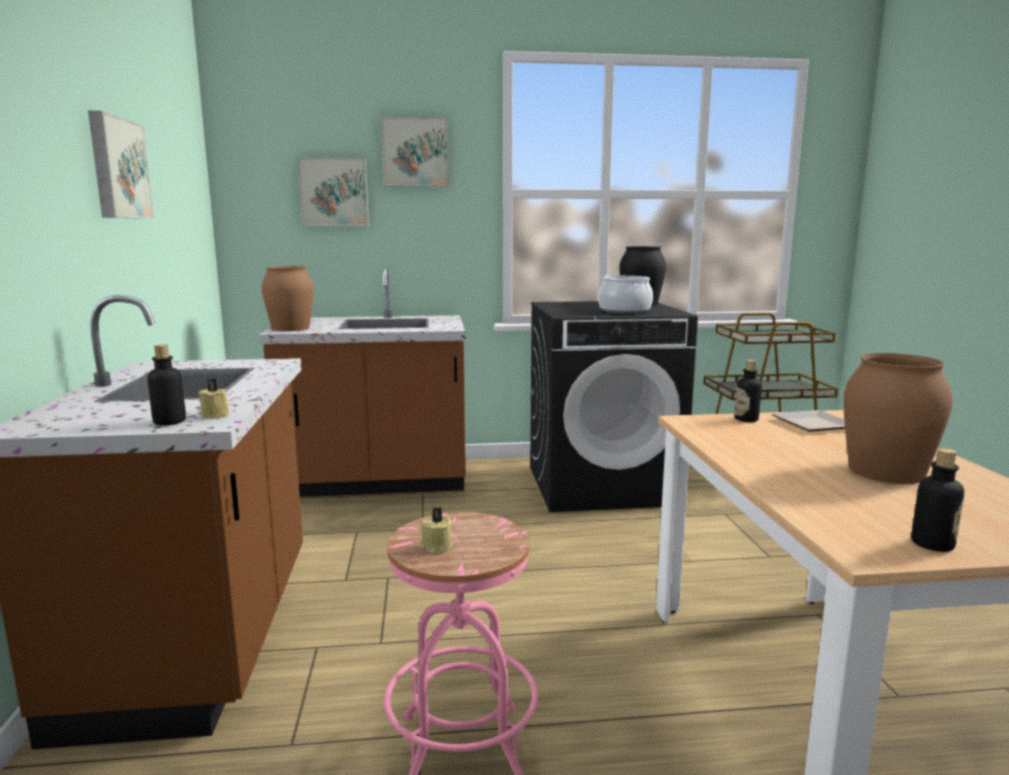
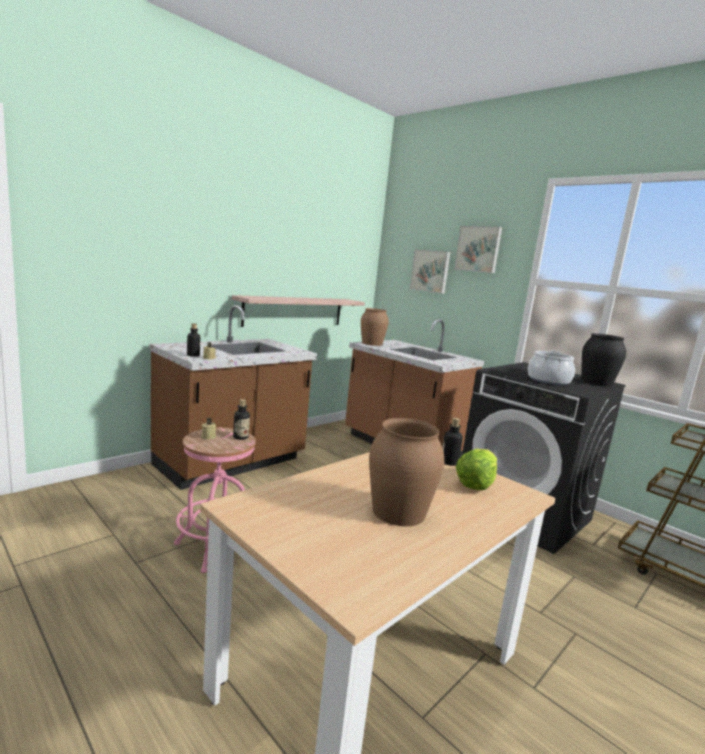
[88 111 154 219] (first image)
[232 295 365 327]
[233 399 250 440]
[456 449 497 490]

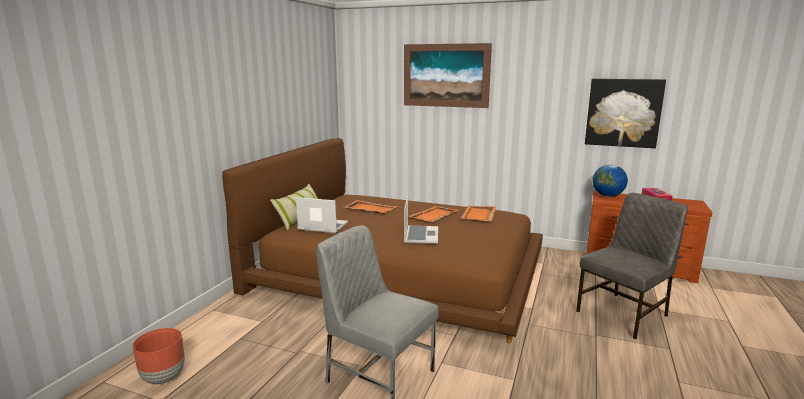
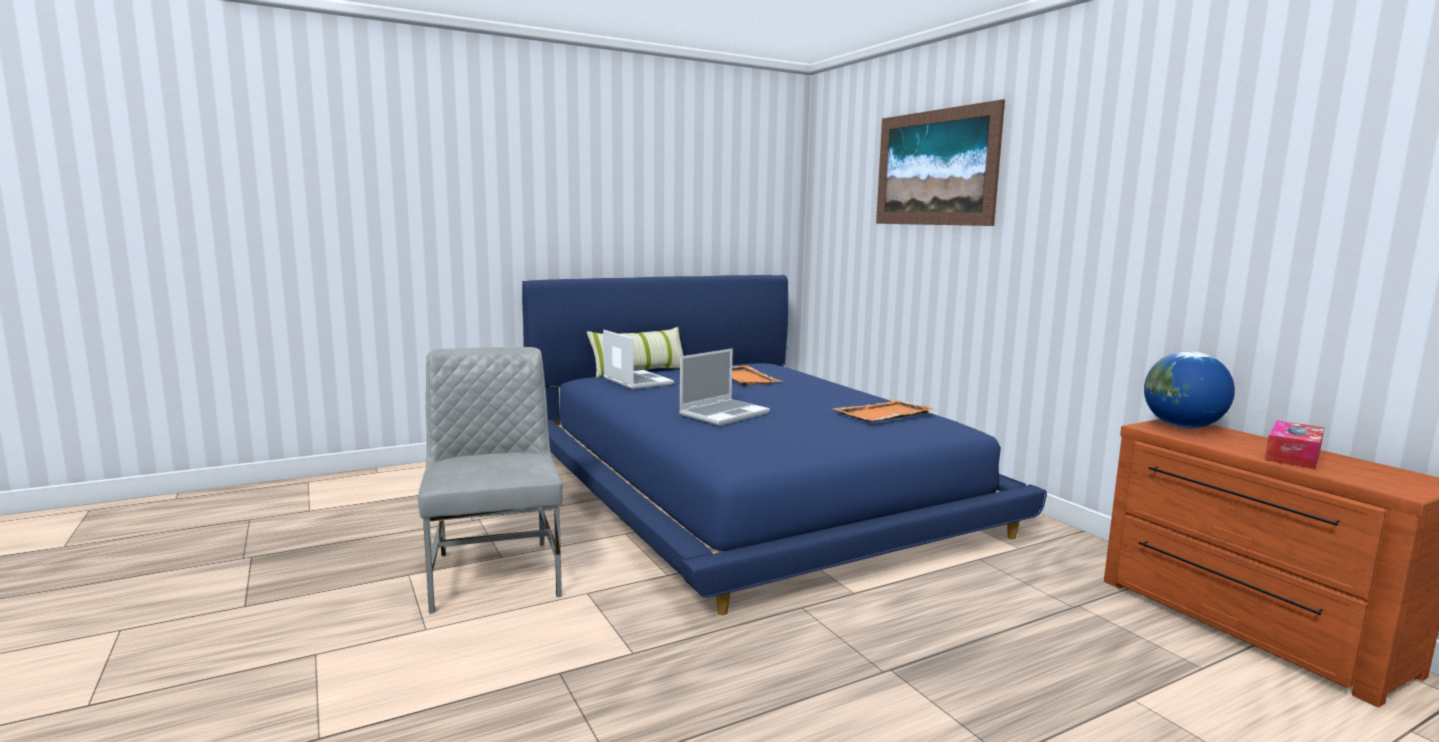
[132 328 185 384] (first image)
[409 206 459 222] (first image)
[576 193 688 339] (first image)
[585 79 666 148] (first image)
[522 275 1047 615]

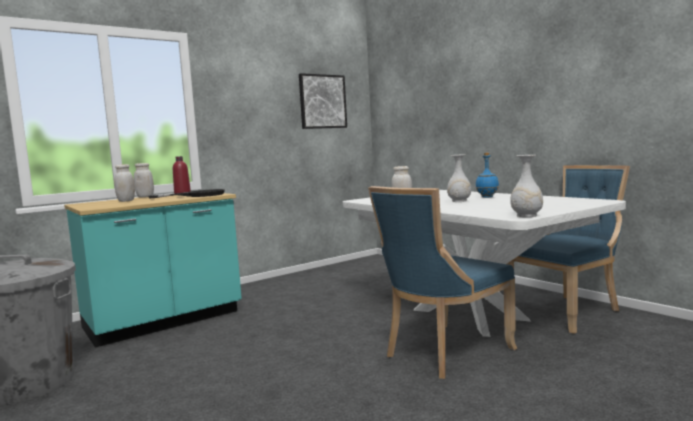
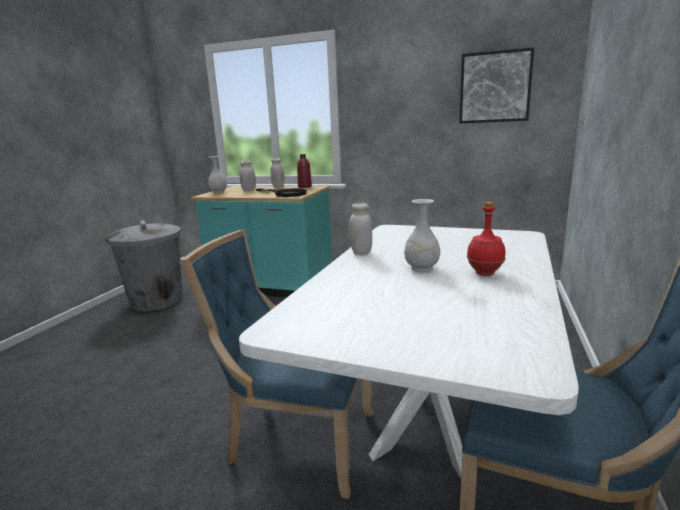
[208 156 227 193]
[467 202 506 276]

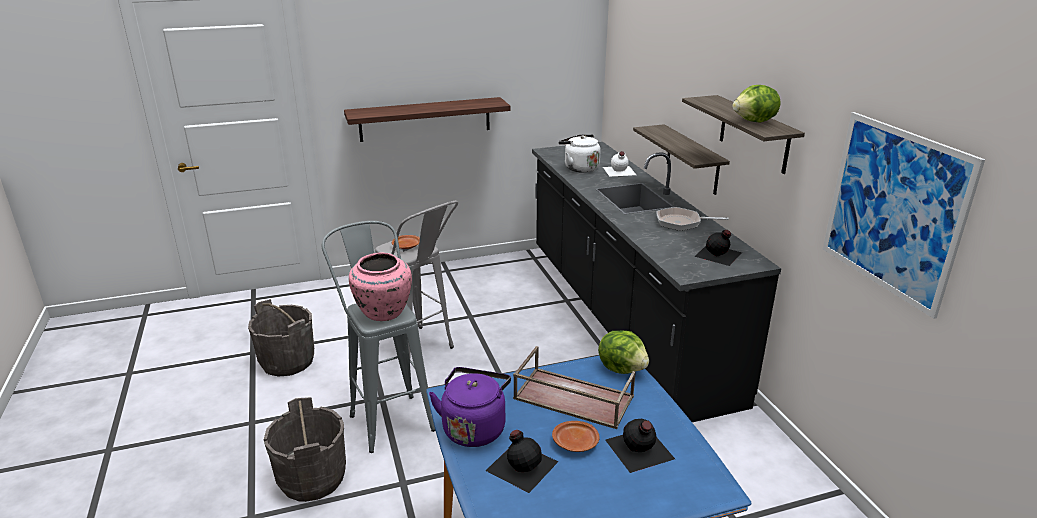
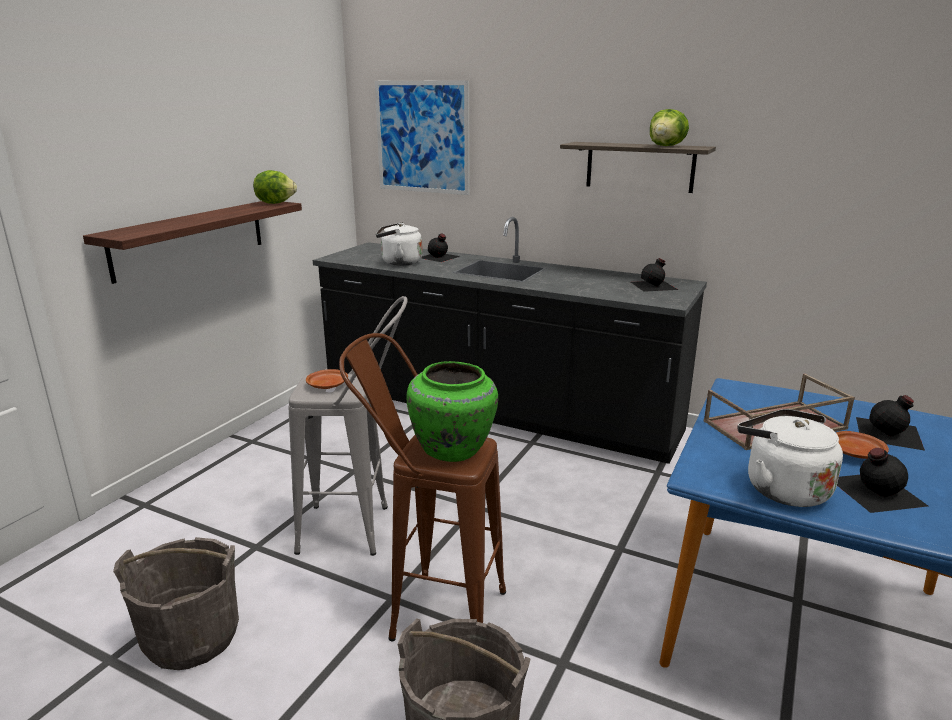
[633 124 730 195] (first image)
[656 207 728 231] (first image)
[253 170 297 204]
[375 80 469 195]
[339 333 506 641]
[406 361 498 462]
[738 409 843 507]
[421 234 461 262]

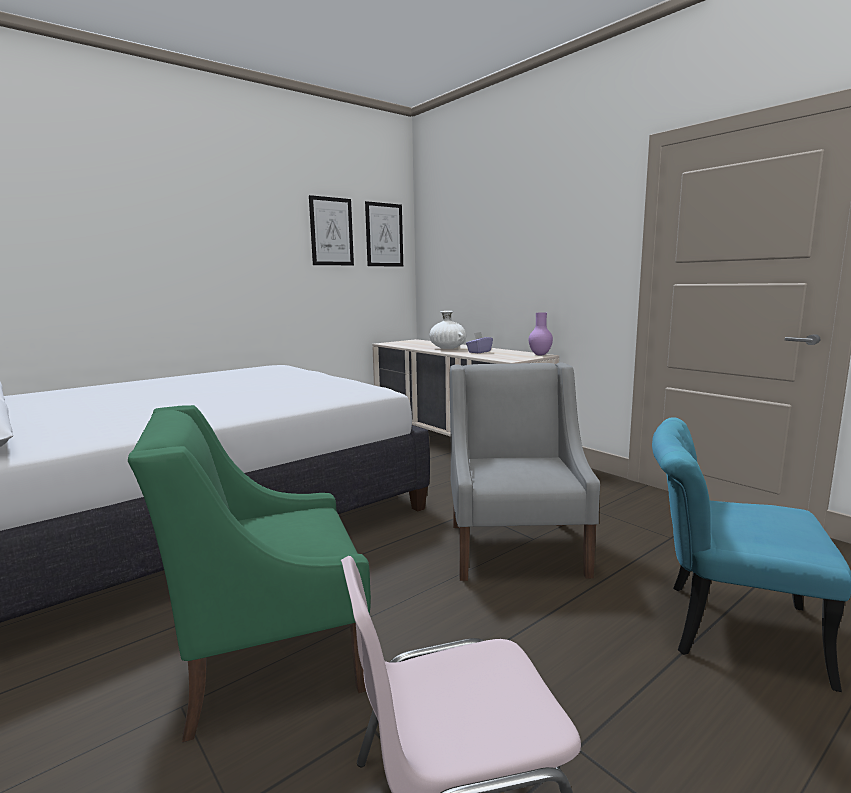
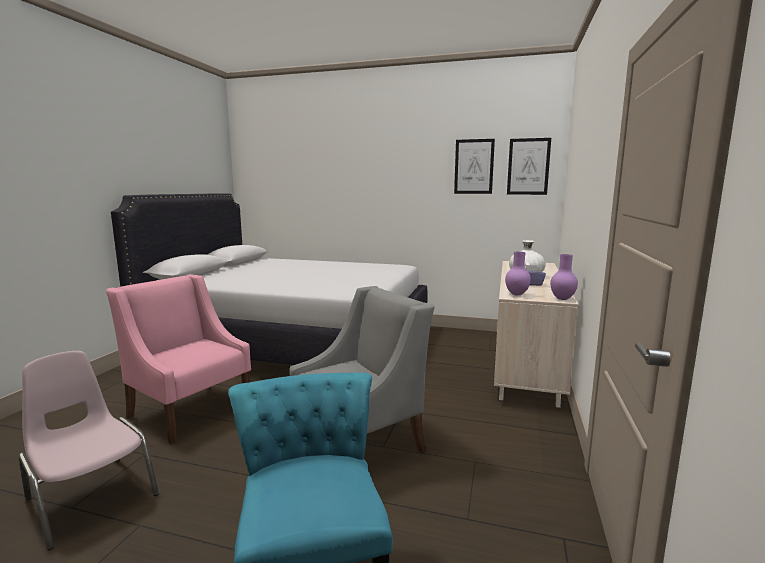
[505 252 531 296]
[106 274 251 444]

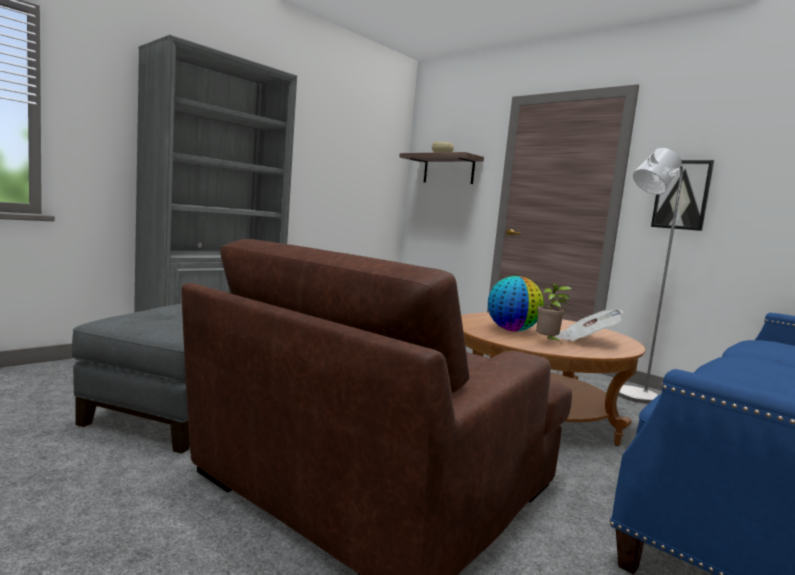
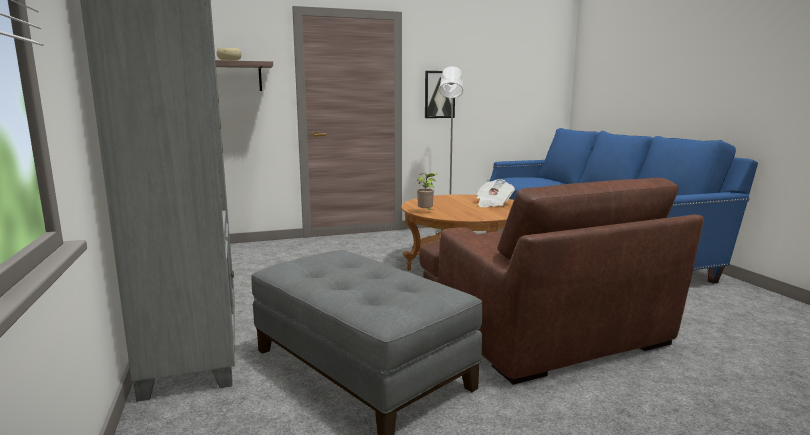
[488 276 544 331] (first image)
[417 173 437 211]

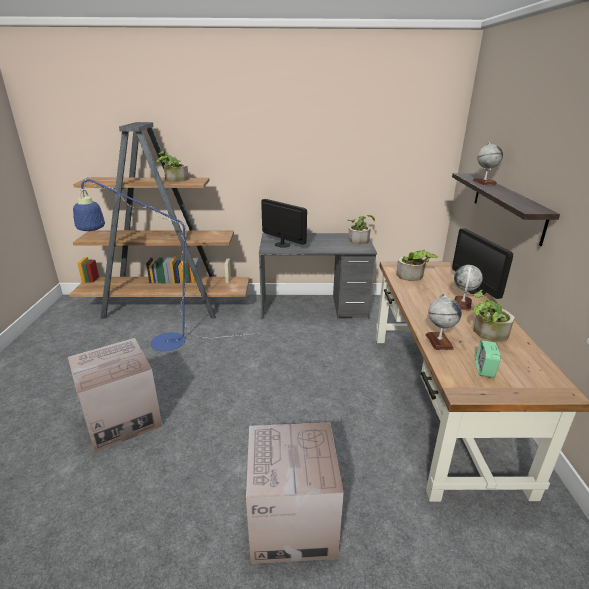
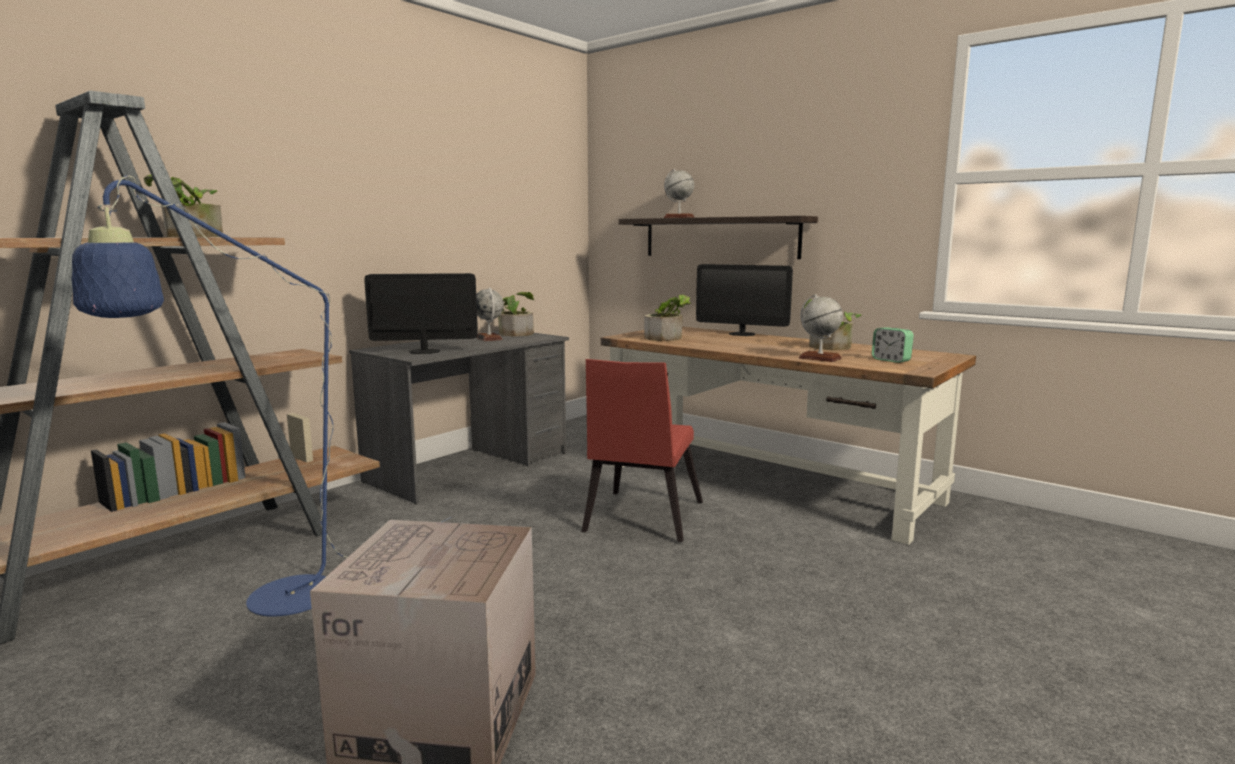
[246 422 344 564] (first image)
[581 359 703 542]
[476 288 504 341]

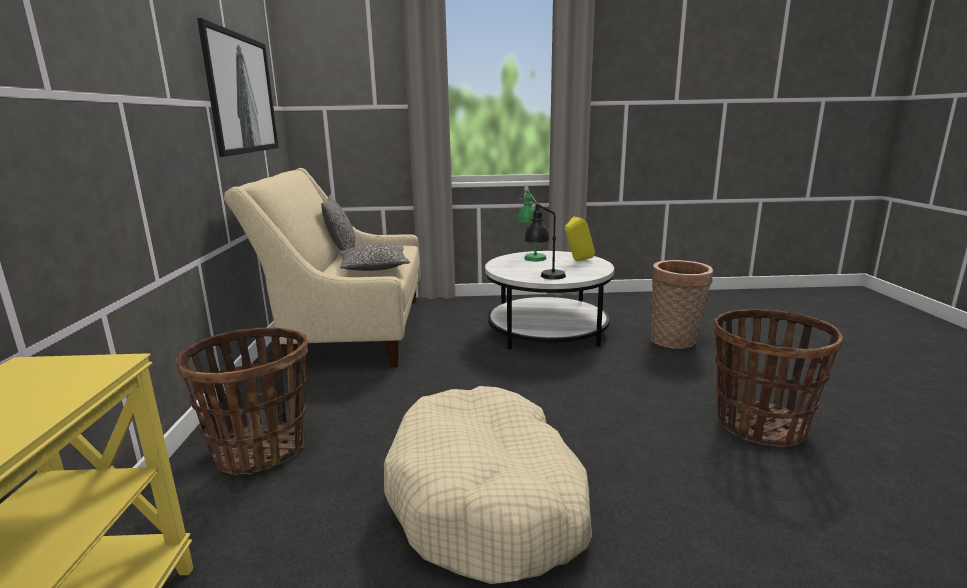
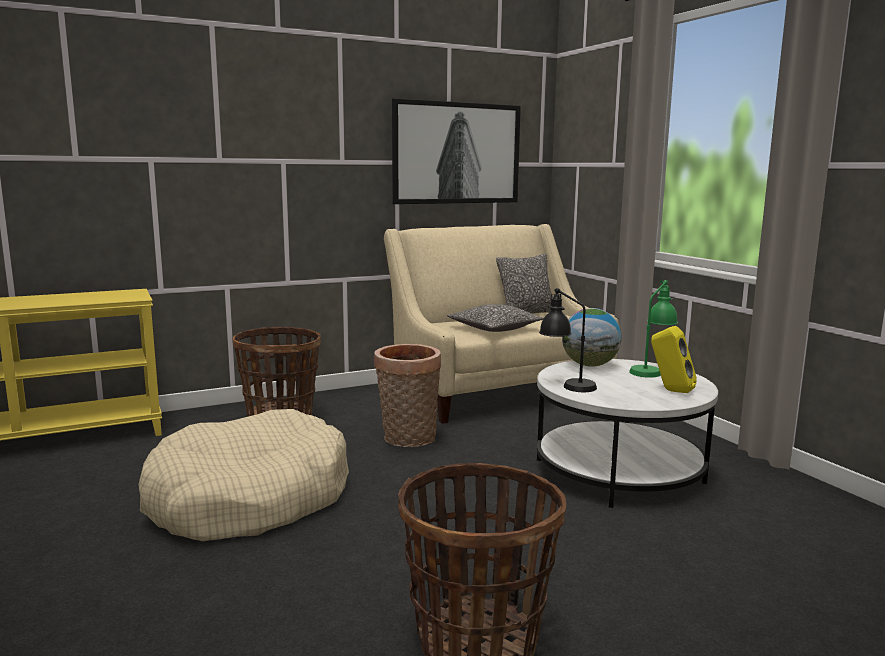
[562 308 622 367]
[374 344 441 447]

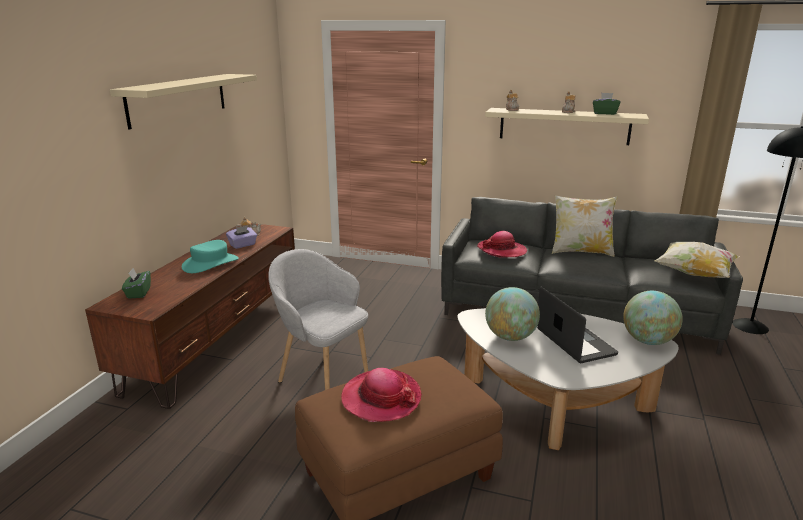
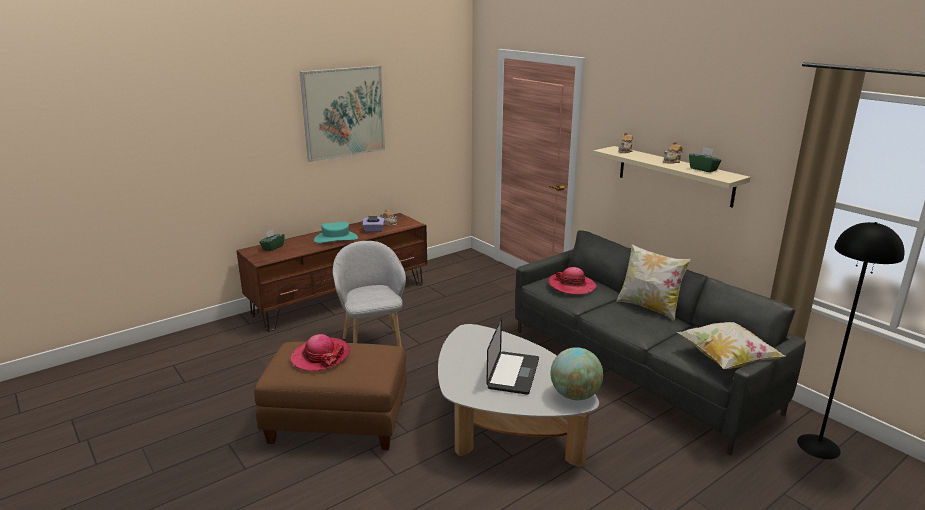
[485 287 540 341] (first image)
[300 66 385 162]

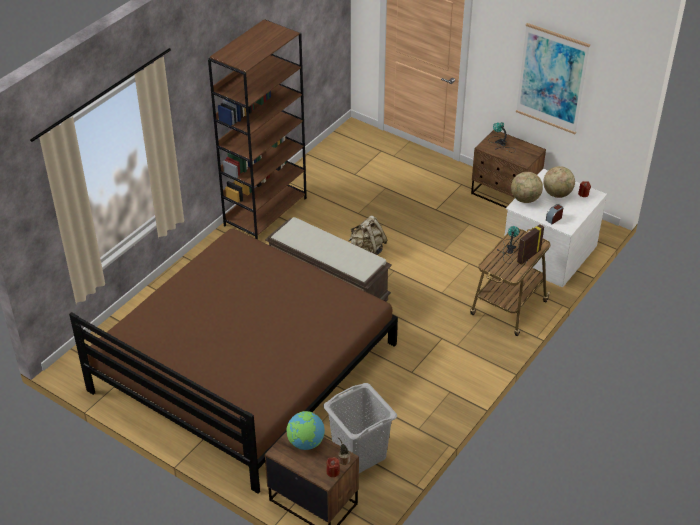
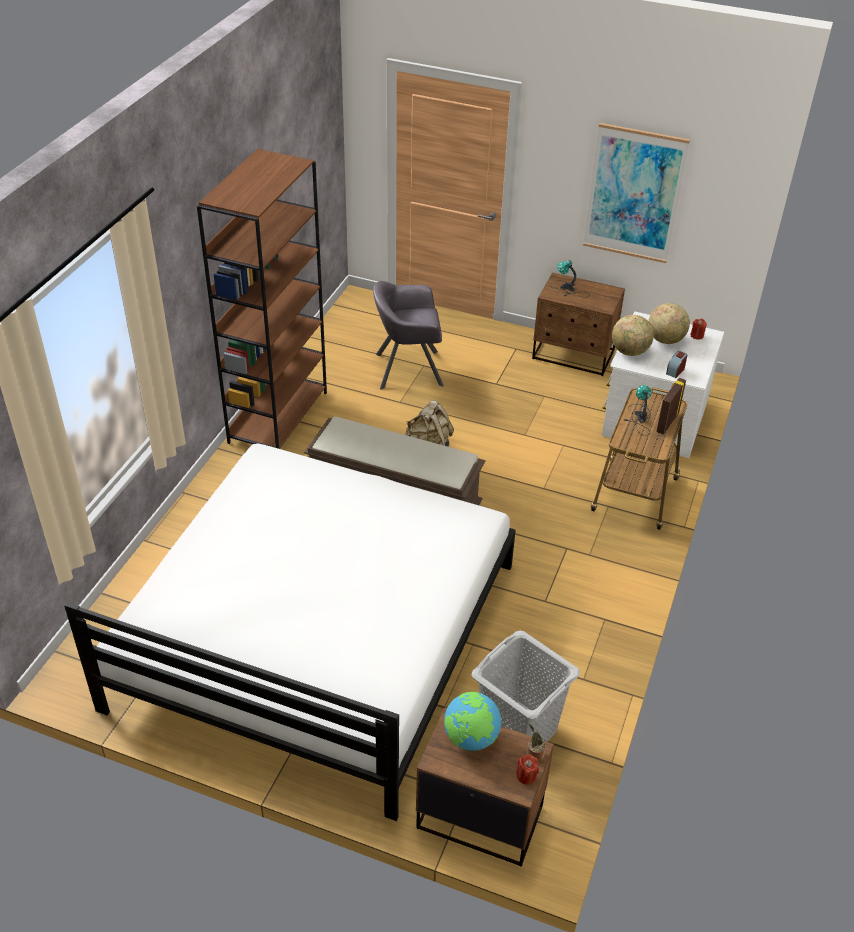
[373 281 444 390]
[64 444 516 821]

